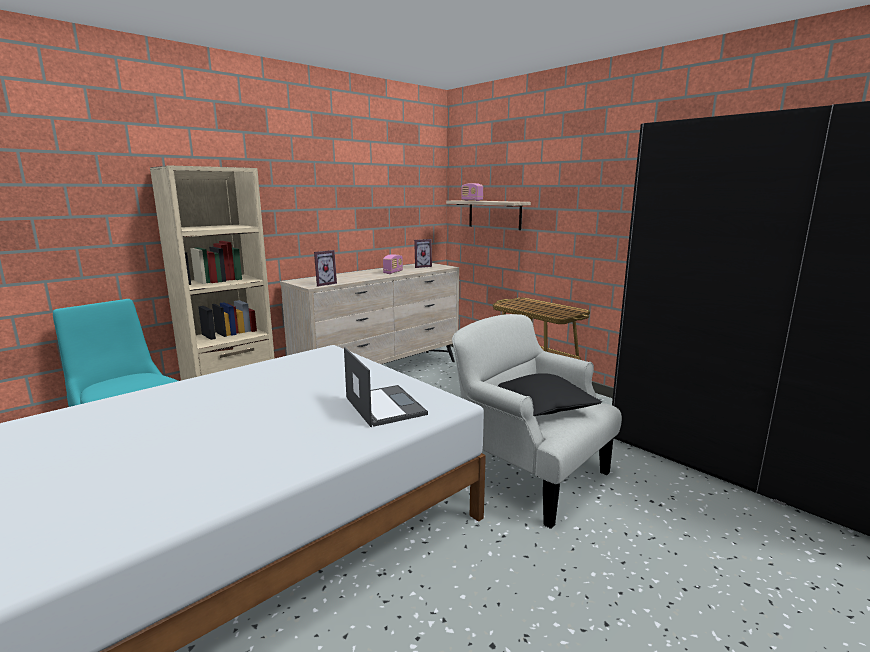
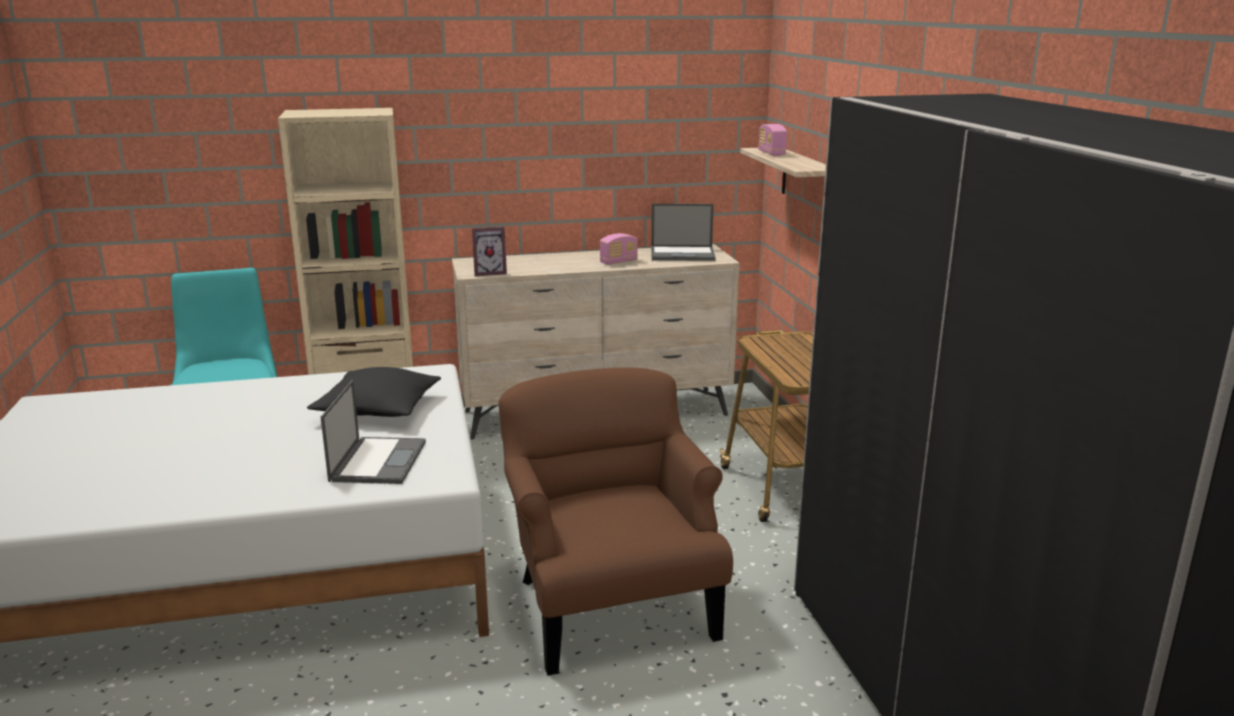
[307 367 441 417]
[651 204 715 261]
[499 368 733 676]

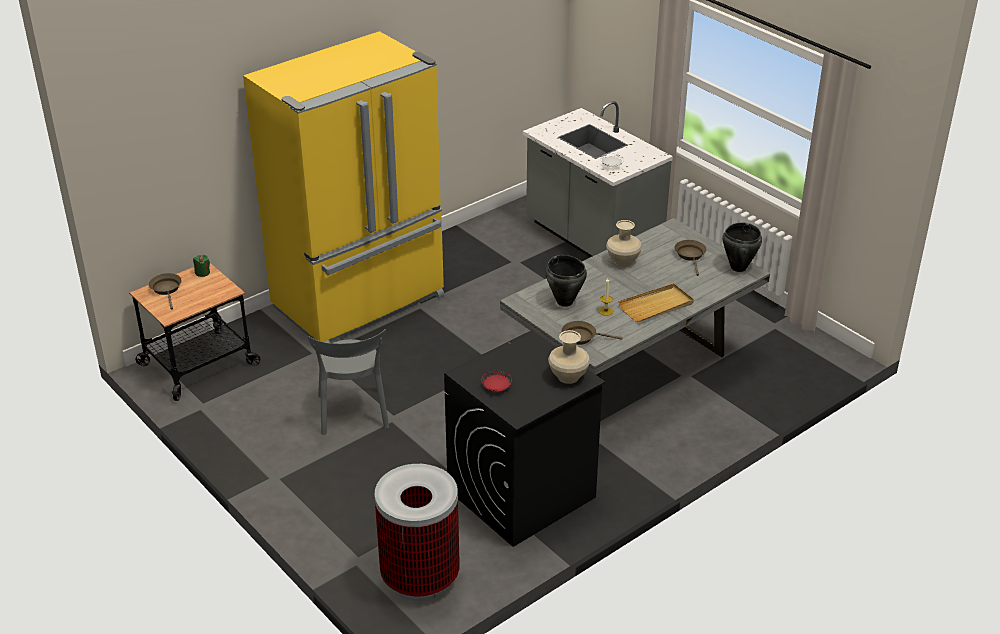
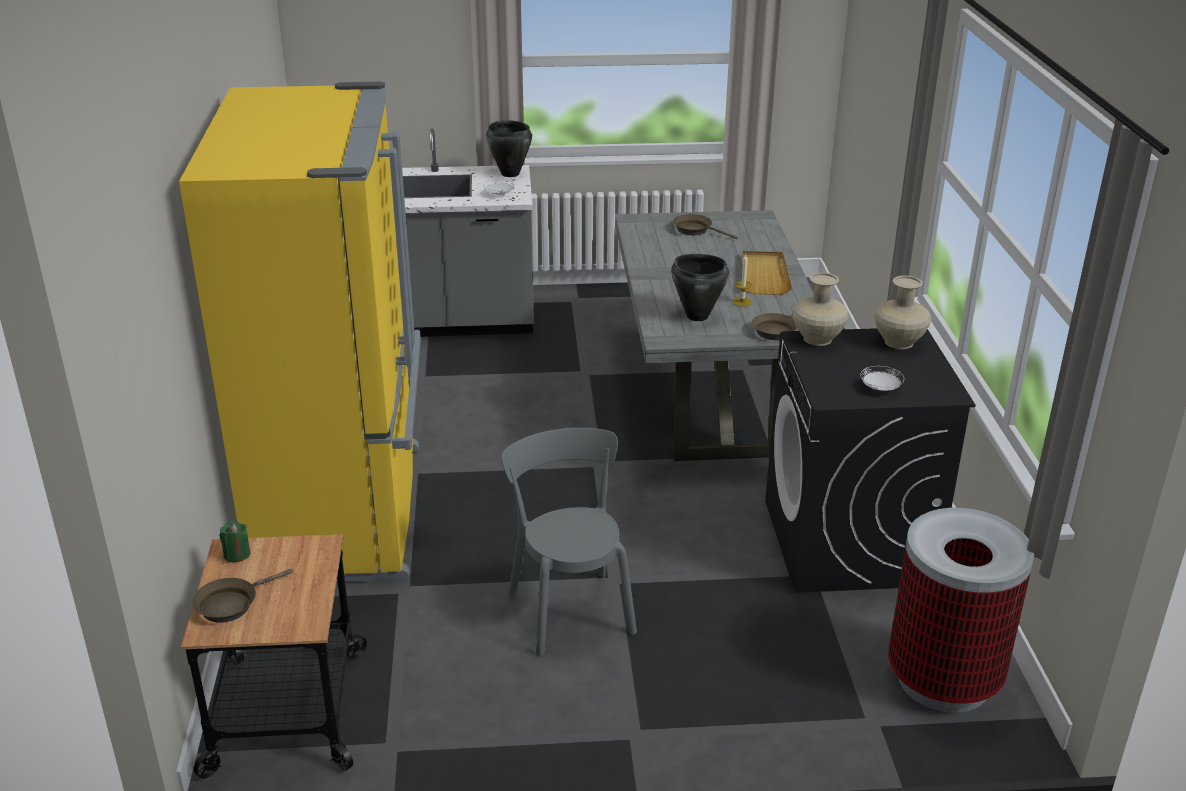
[793 272 848 346]
[486 120 532 177]
[860 366 904 391]
[192 569 293 623]
[501 428 637 656]

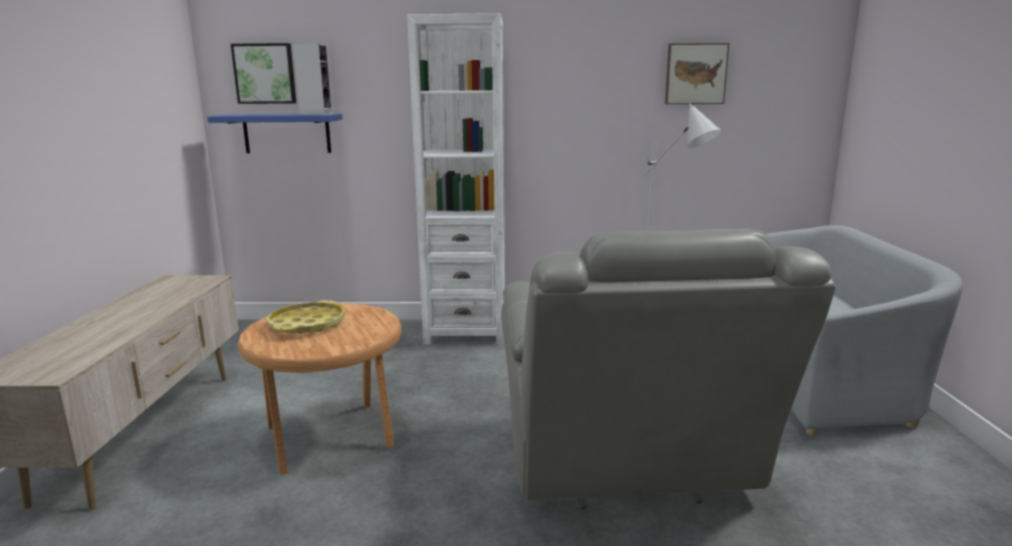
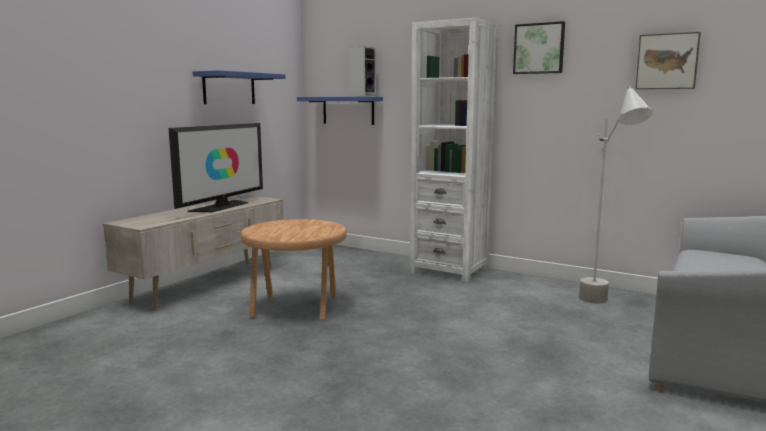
[267 300 345 334] (first image)
[501 229 836 510] (first image)
[169 123 263 212]
[193 70 286 104]
[513 21 565 74]

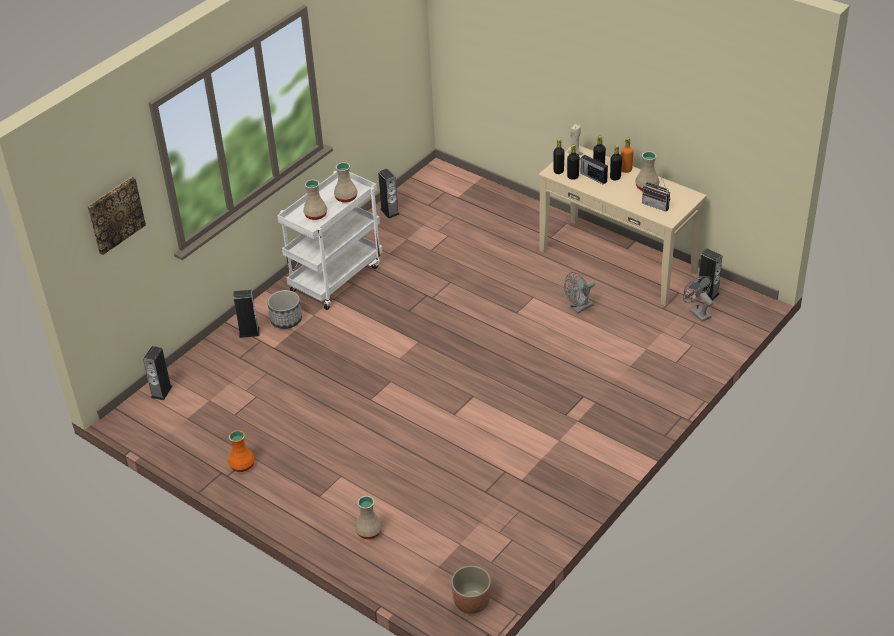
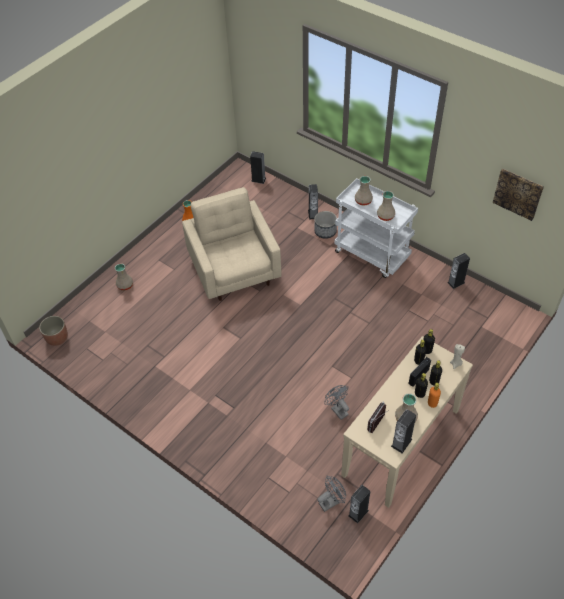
[182 187 281 301]
[391 409 416 453]
[493 169 544 221]

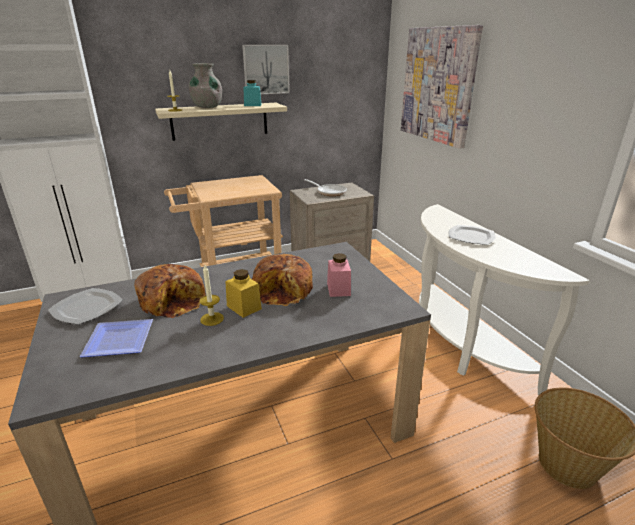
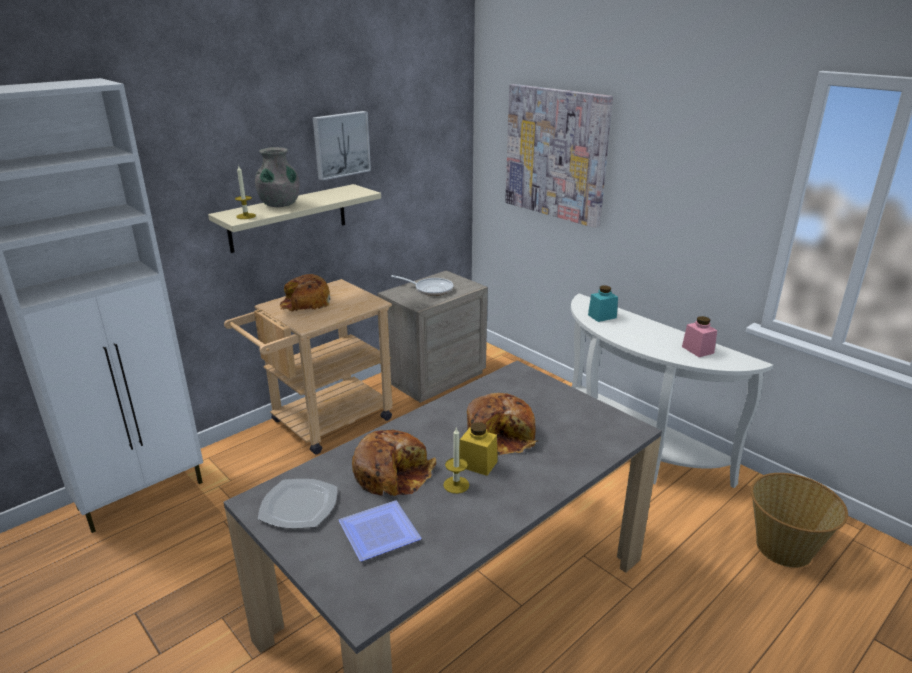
[449 225 496 245] (first image)
[280 274 331 311]
[588 286 618 322]
[682 316 717 357]

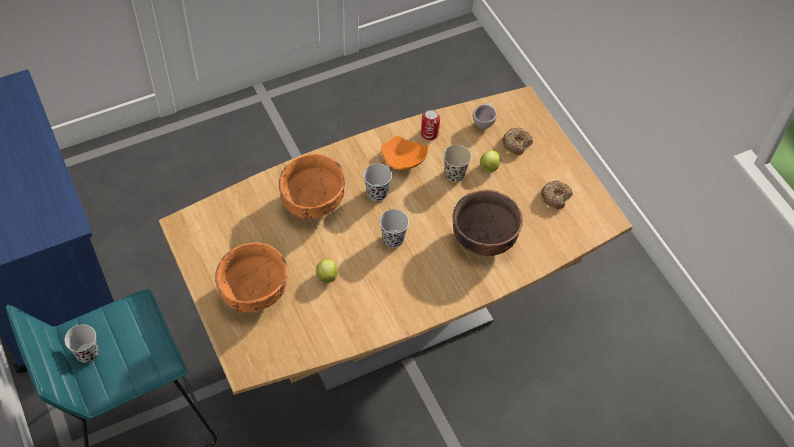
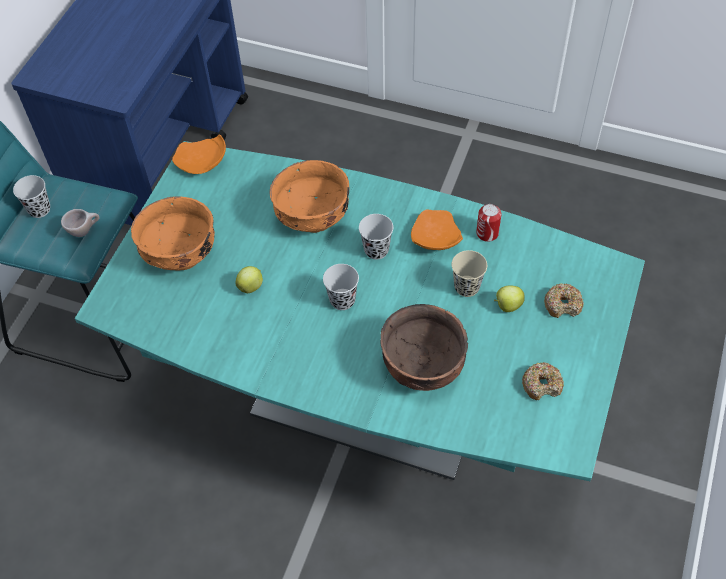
[172 134 226 174]
[61 209 100 237]
[75 141 645 481]

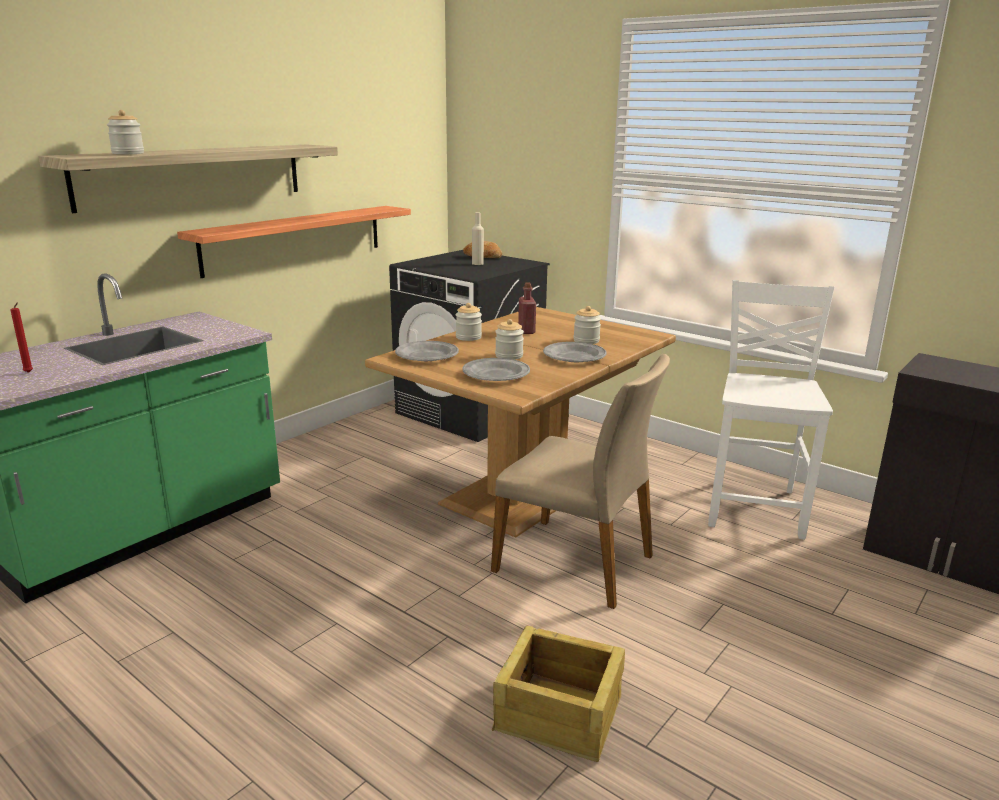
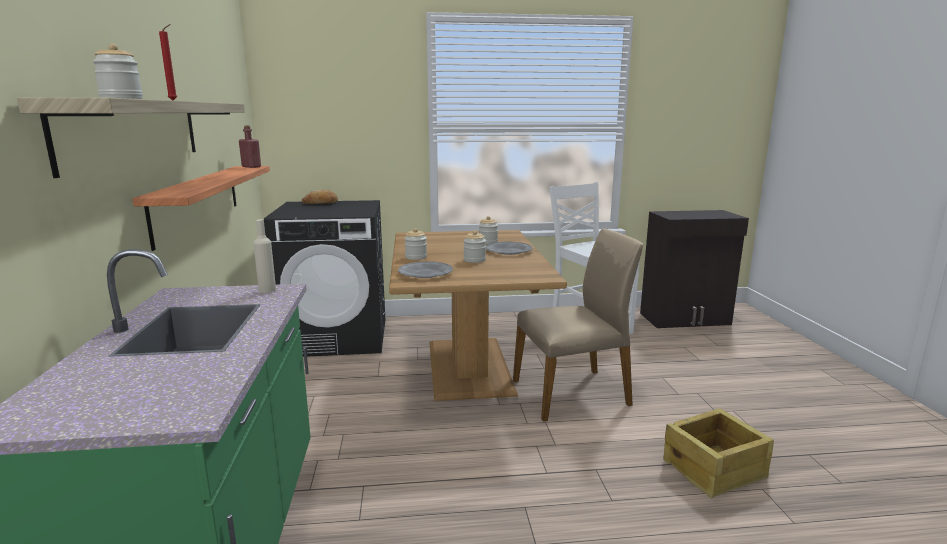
[462 358 530 381] (first image)
[159 24 177 100]
[253 219 276 293]
[239 125 261 168]

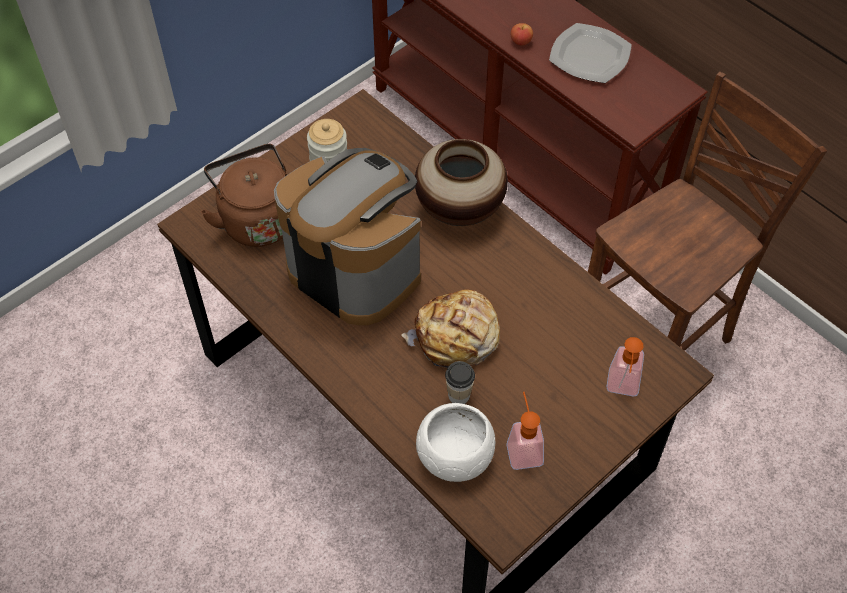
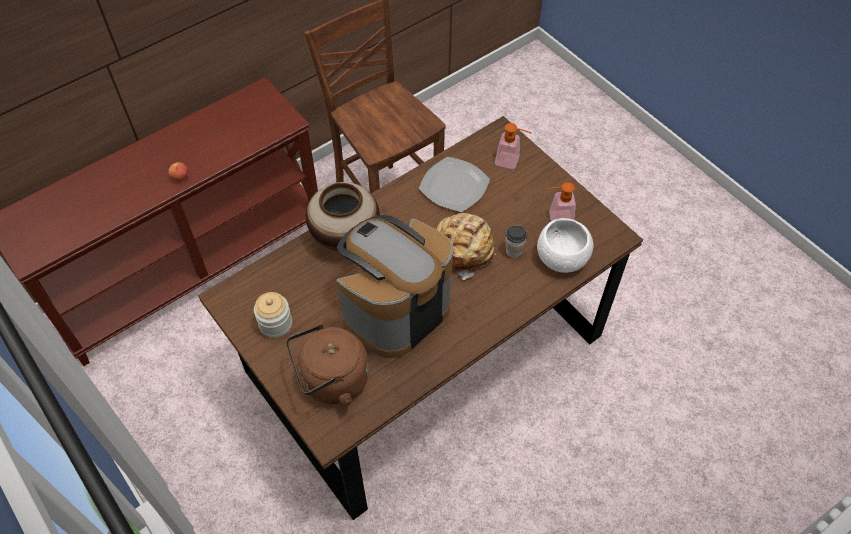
[419 157 490 212]

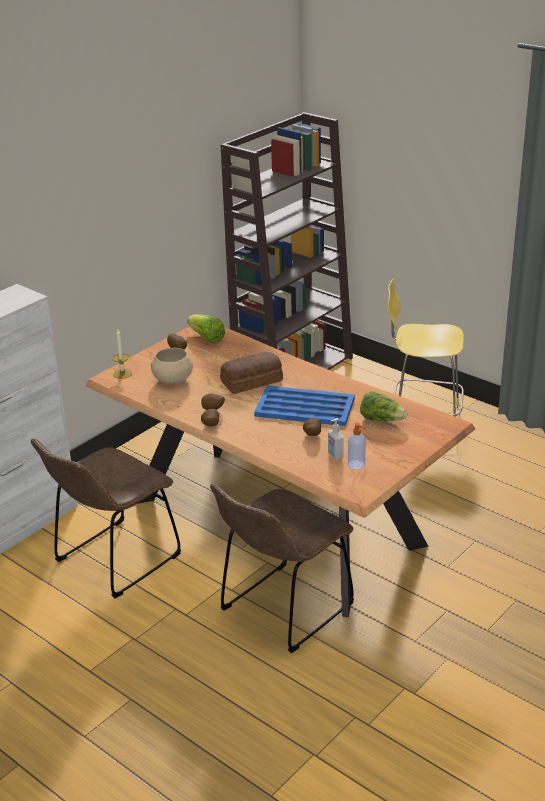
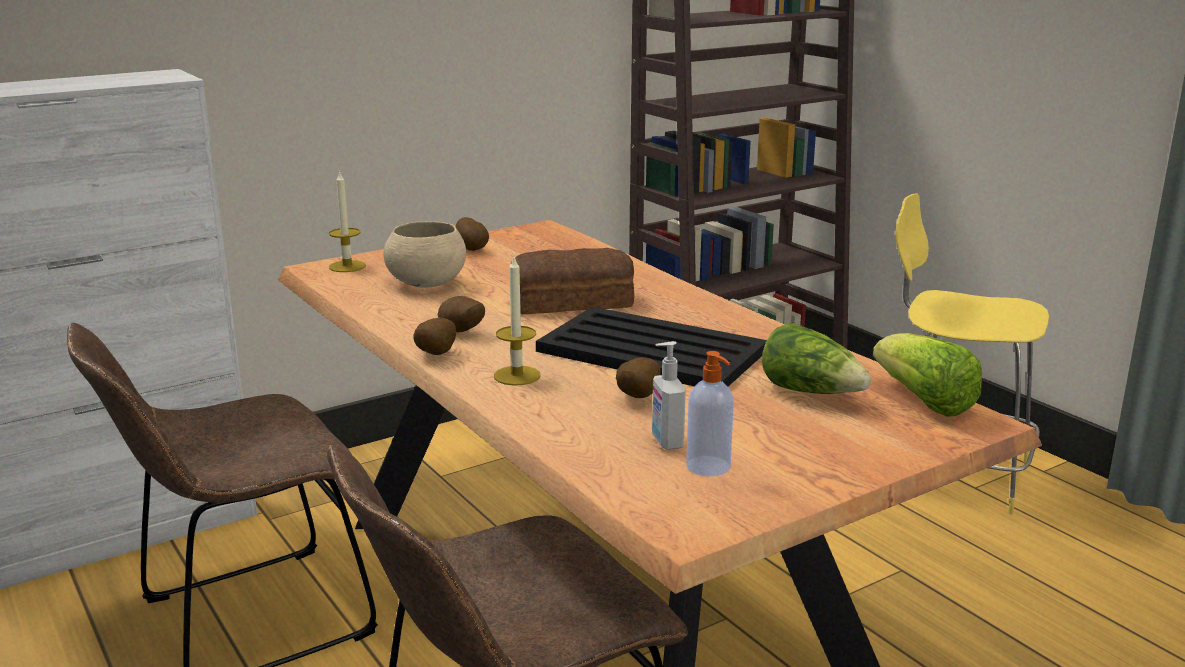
[494 257 541 386]
[873 333 982 417]
[536 307 767 386]

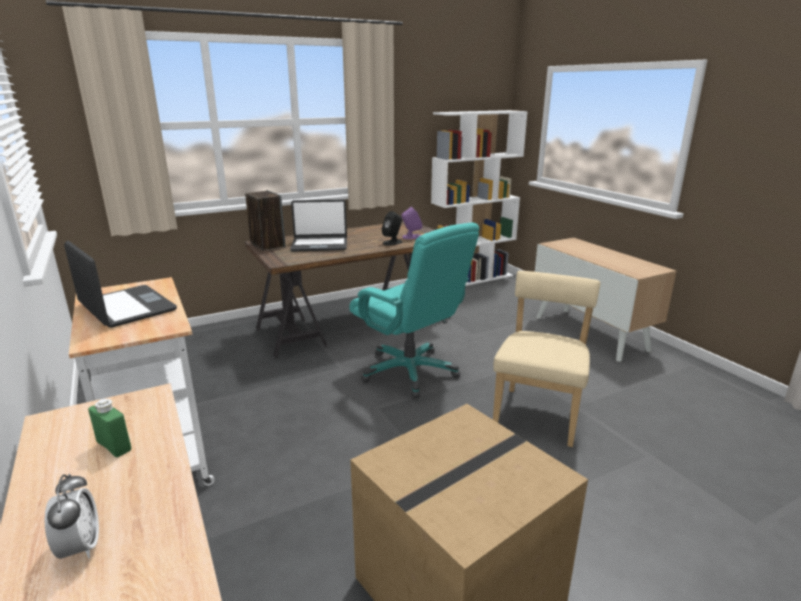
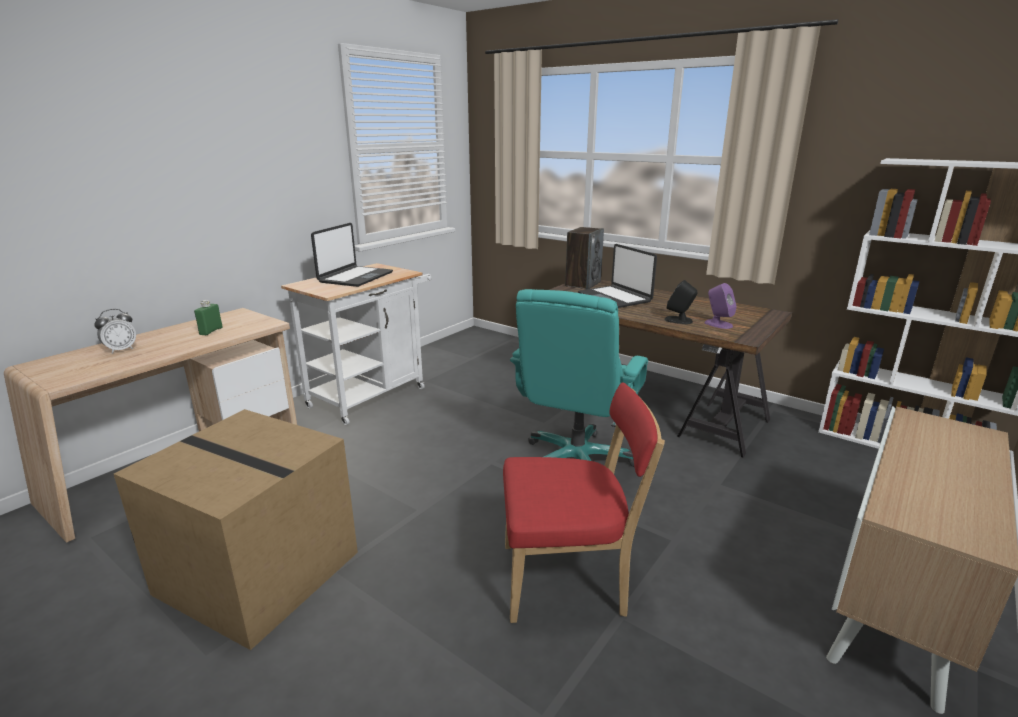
[503 382 665 623]

